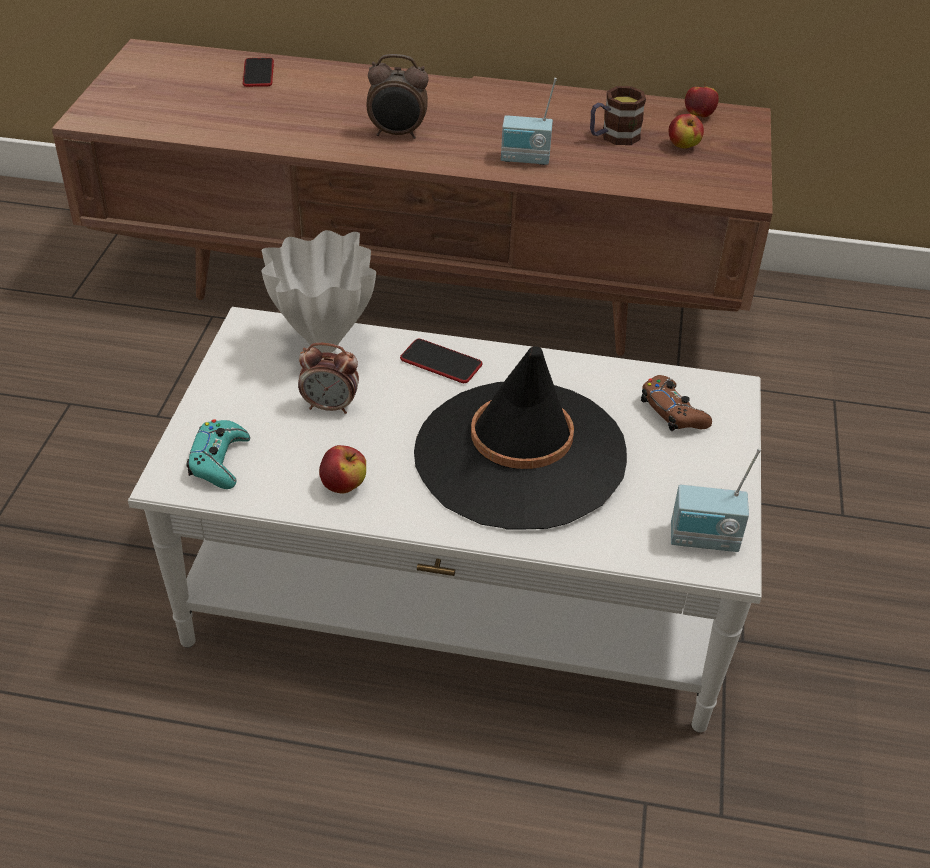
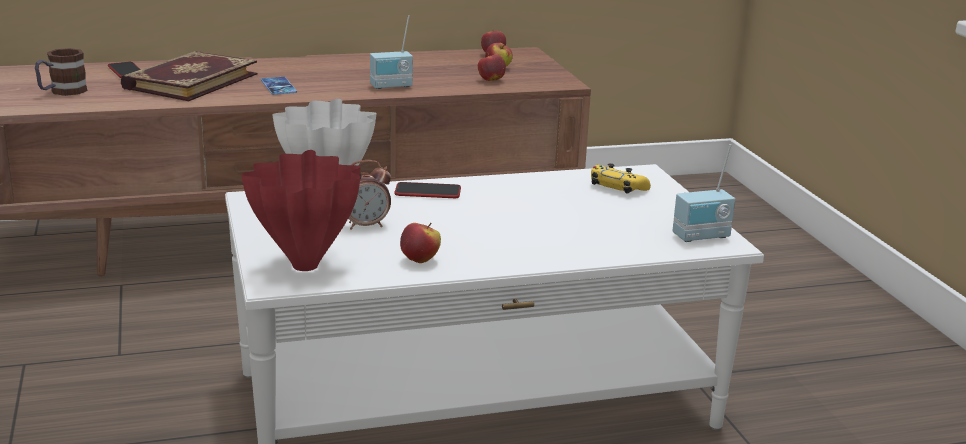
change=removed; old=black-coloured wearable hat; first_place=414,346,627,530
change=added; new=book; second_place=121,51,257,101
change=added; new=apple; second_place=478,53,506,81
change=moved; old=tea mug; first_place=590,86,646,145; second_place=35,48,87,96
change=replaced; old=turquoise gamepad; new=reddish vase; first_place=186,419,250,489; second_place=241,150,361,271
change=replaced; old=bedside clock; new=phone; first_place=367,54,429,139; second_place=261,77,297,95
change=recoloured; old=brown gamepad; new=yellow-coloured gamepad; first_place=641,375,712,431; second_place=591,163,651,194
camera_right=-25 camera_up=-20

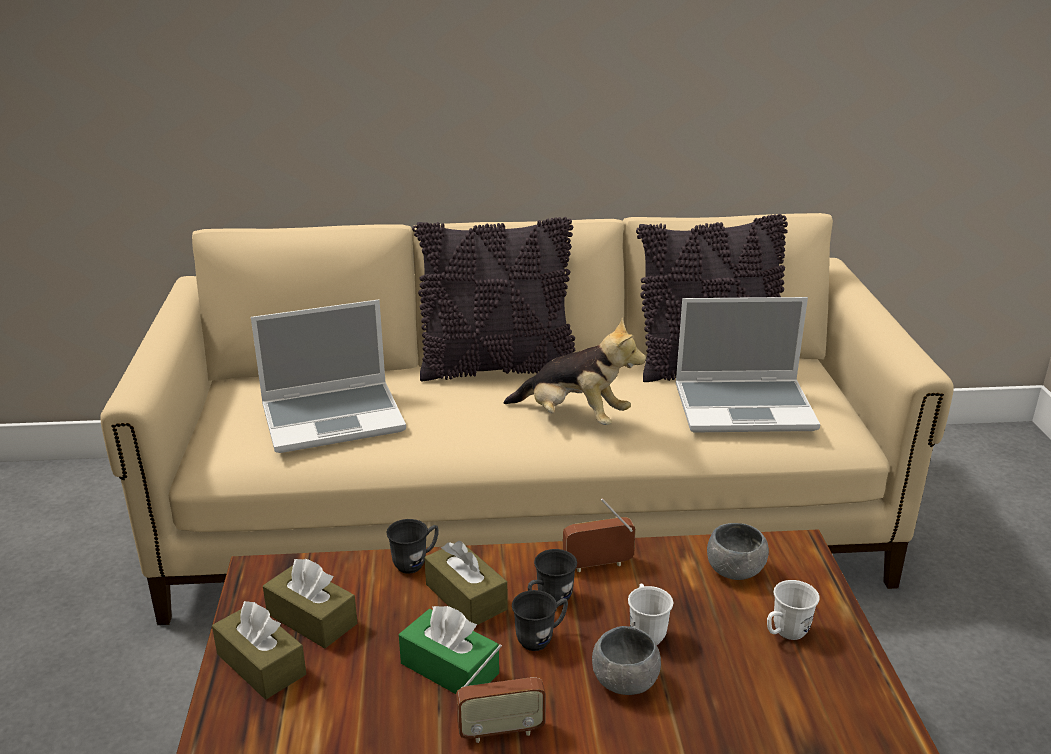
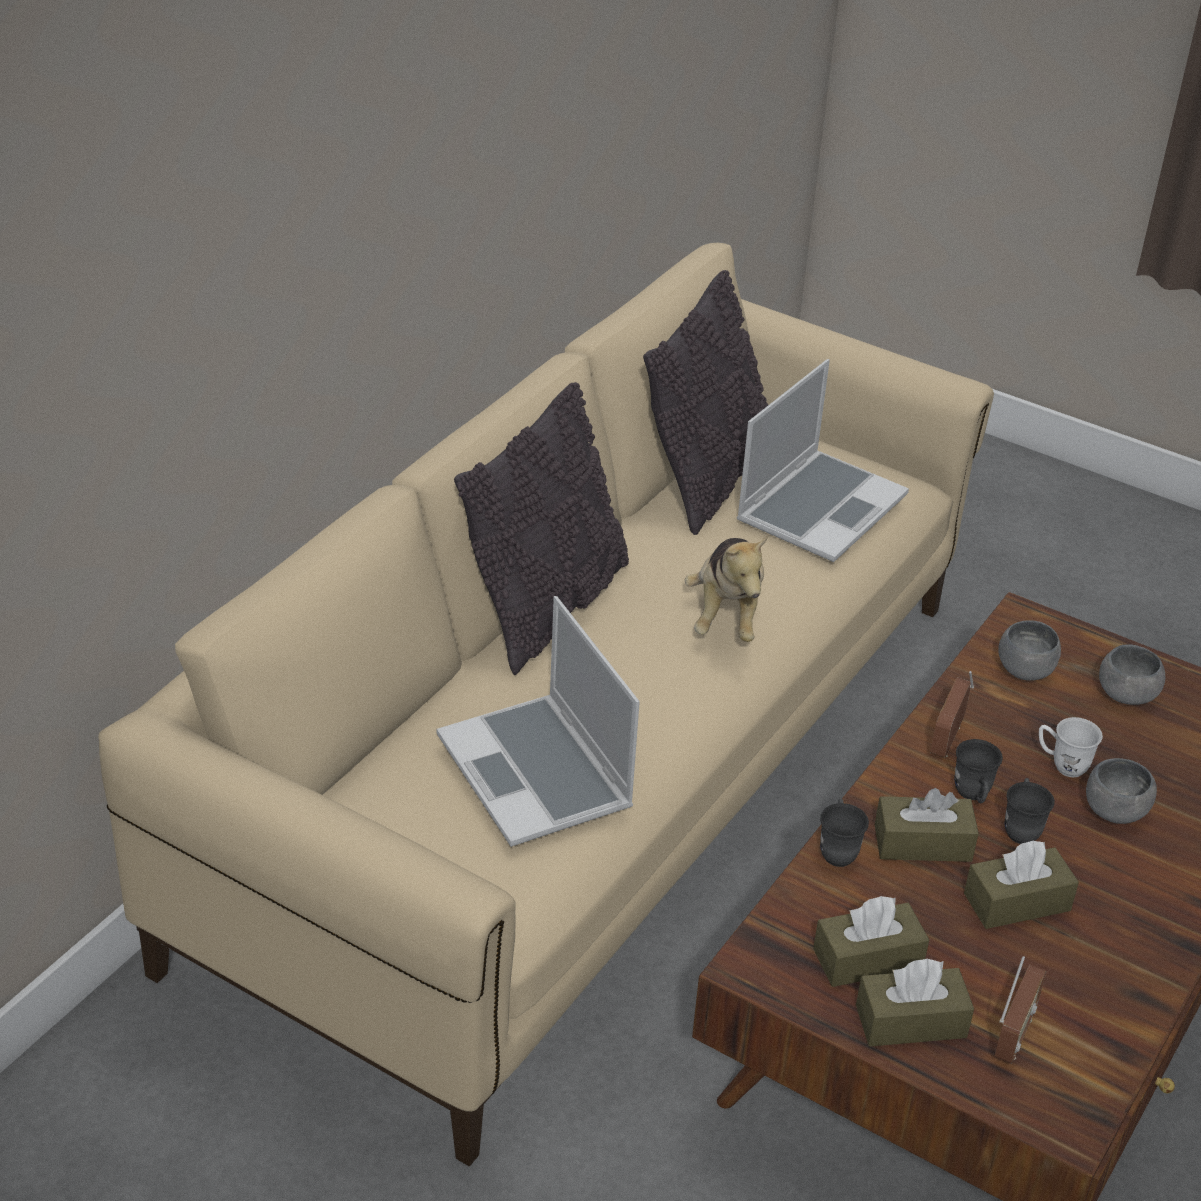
change=moved; old=radio; first_place=456,644,546,743; second_place=995,956,1046,1064
change=replaced; old=white tea mug; new=greyish bowl; first_place=767,580,820,640; second_place=1099,645,1165,705
change=recoloured; old=greenish tissue holder; new=brown tissue holder; first_place=399,606,499,694; second_place=964,841,1079,929
change=turned; old=laptop; first_place=251,299,406,453; second_place=437,596,640,847; degrees=135
change=turned; old=plush toy; first_place=503,318,646,425; second_place=685,535,768,642; degrees=120
camera_right=-55 camera_up=10

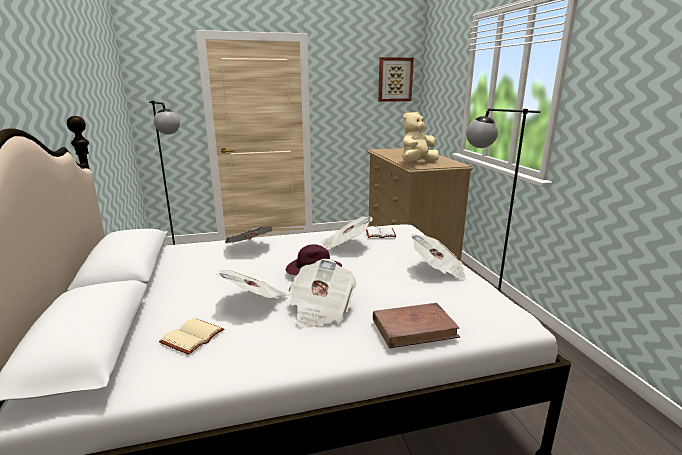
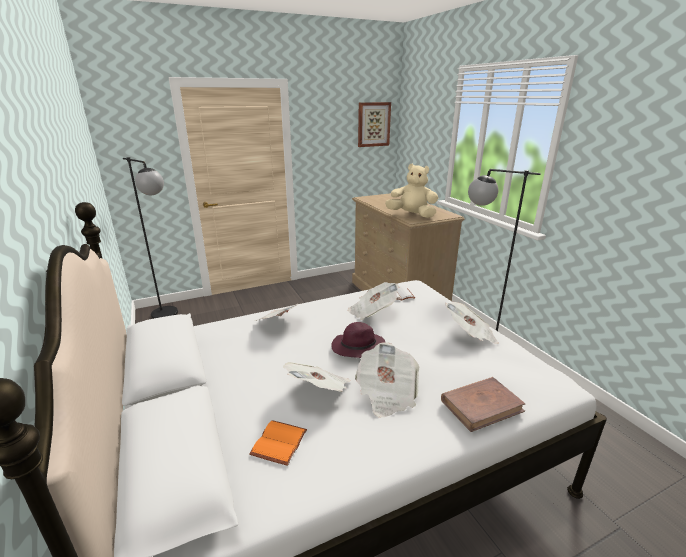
change=recoloured; old=beige book; new=orangey book; first_place=159,318,224,355; second_place=249,420,307,466
change=turned; old=beige plush toy; first_place=403,111,439,162; second_place=385,164,438,218; degrees=75
camera_right=-10 camera_up=5

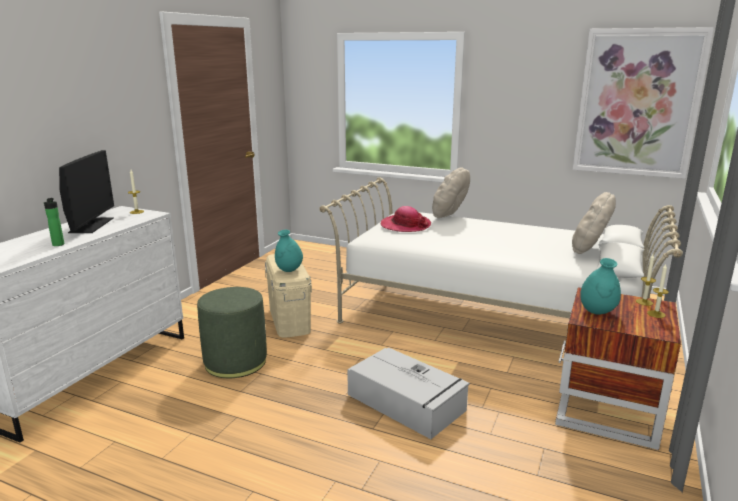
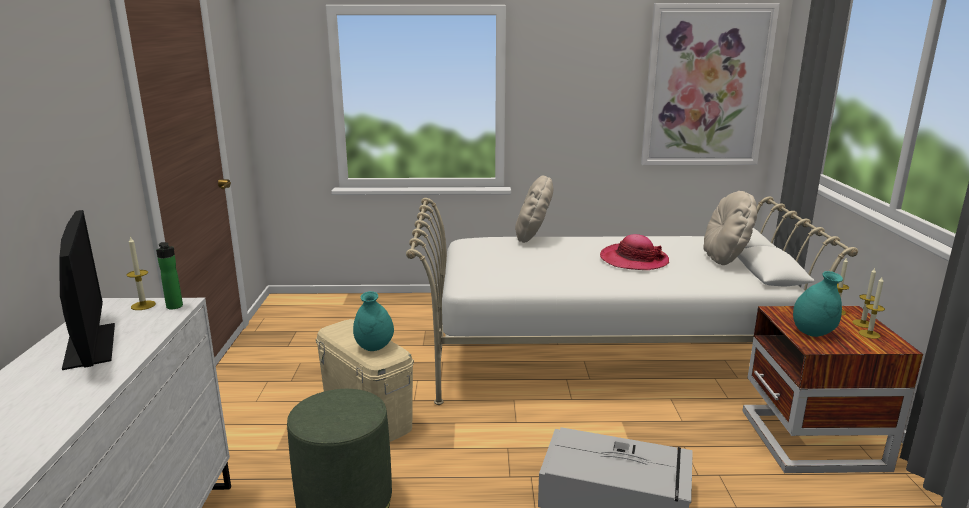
change=added; new=wax light; second_place=859,277,885,339
change=moved; old=beverage bottle; first_place=44,198,64,246; second_place=156,242,183,309
change=moved; old=wearable hat; first_place=381,206,431,232; second_place=600,234,669,270
camera_right=-25 camera_up=0

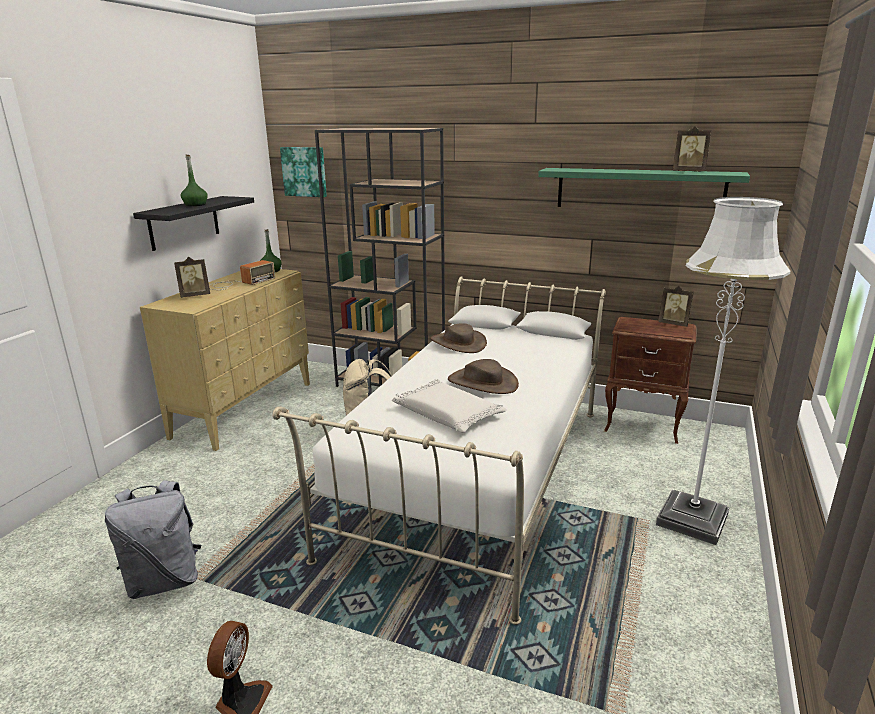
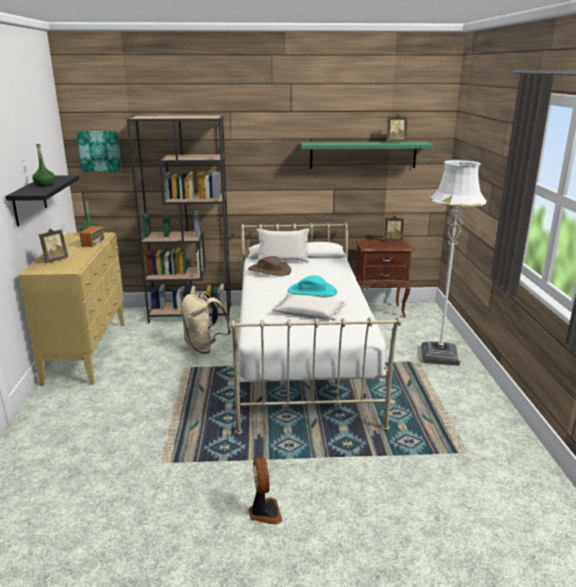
change=removed; old=greyish backpack; first_place=105,480,201,599
change=added; new=white throw pillow; second_place=256,228,309,263
change=recoloured; old=brown wearable hat; new=turquoise wearable hat; first_place=448,359,519,394; second_place=288,275,337,296
camera_right=-25 camera_up=0

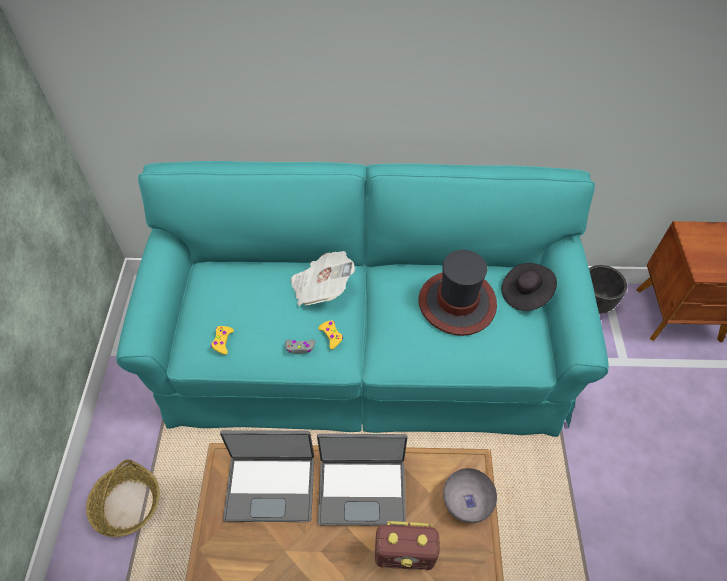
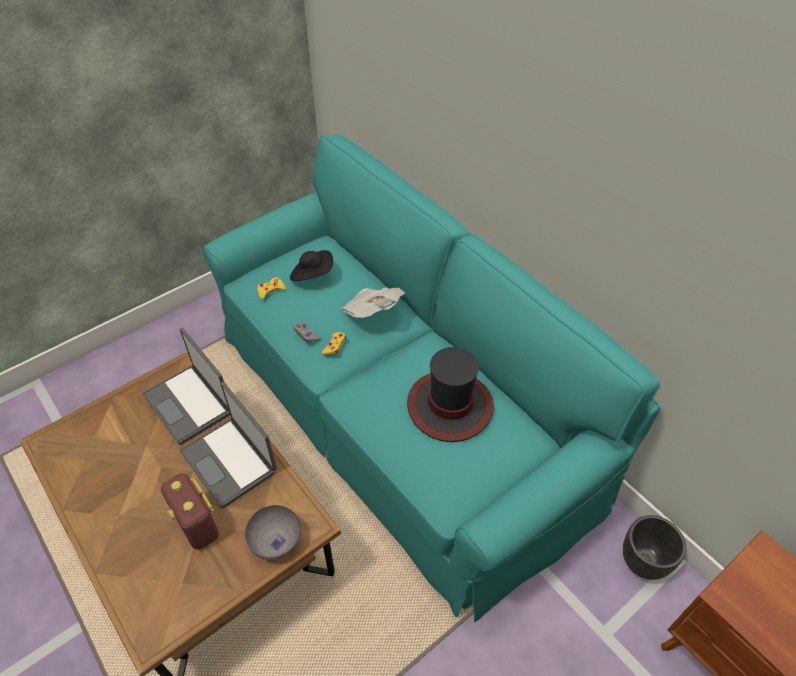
change=removed; old=basket; first_place=86,459,160,537
change=moved; old=black-coloured wearable hat; first_place=501,263,557,311; second_place=290,250,333,281
camera_right=50 camera_up=-5

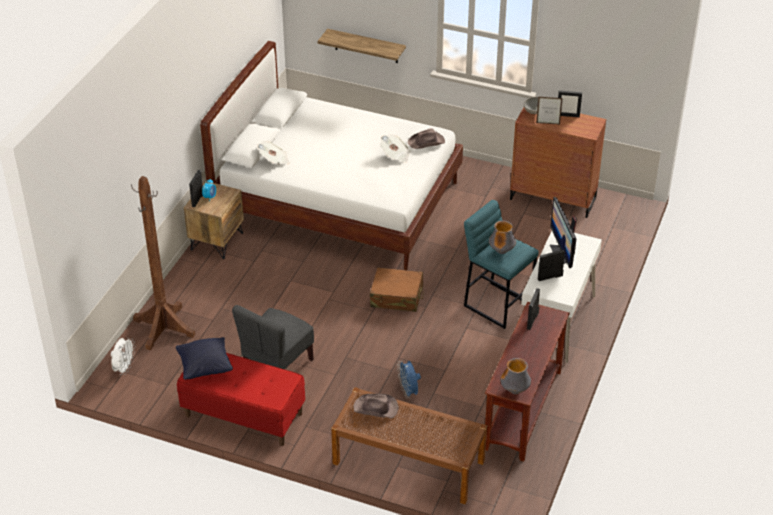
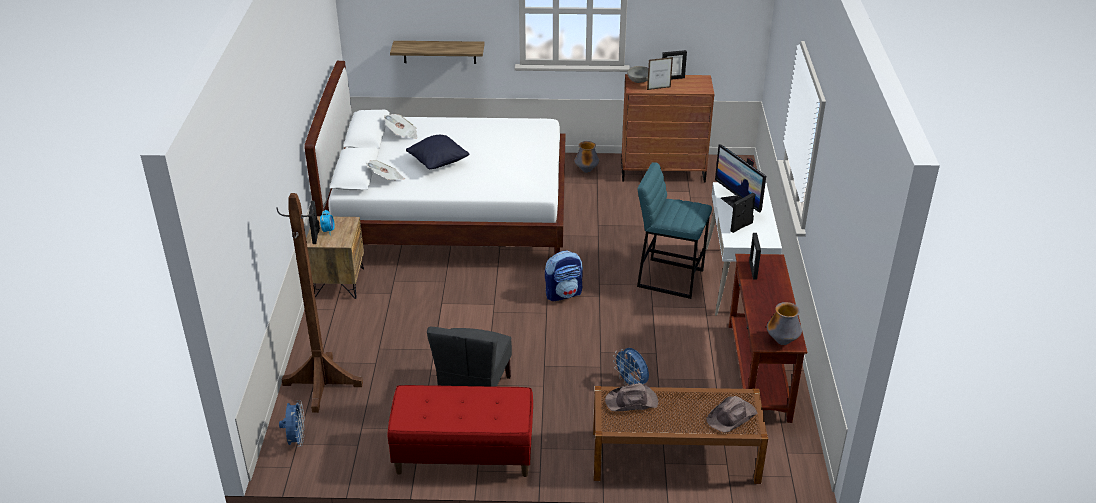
change=moved; old=black-coloured throw pillow; first_place=176,337,233,380; second_place=406,135,469,169
change=moved; old=printed paper; first_place=380,134,410,163; second_place=384,114,417,139
change=moved; old=brown wearable hat; first_place=408,128,445,149; second_place=706,396,758,433
change=moved; old=vase; first_place=489,220,516,254; second_place=574,141,599,173
change=replaced; old=brown travel case; new=backpack; first_place=370,267,424,312; second_place=545,251,583,301
change=recoloured; old=white fan; new=bluish fan; first_place=111,338,135,375; second_place=279,400,305,447
camera_right=-20 camera_up=-5

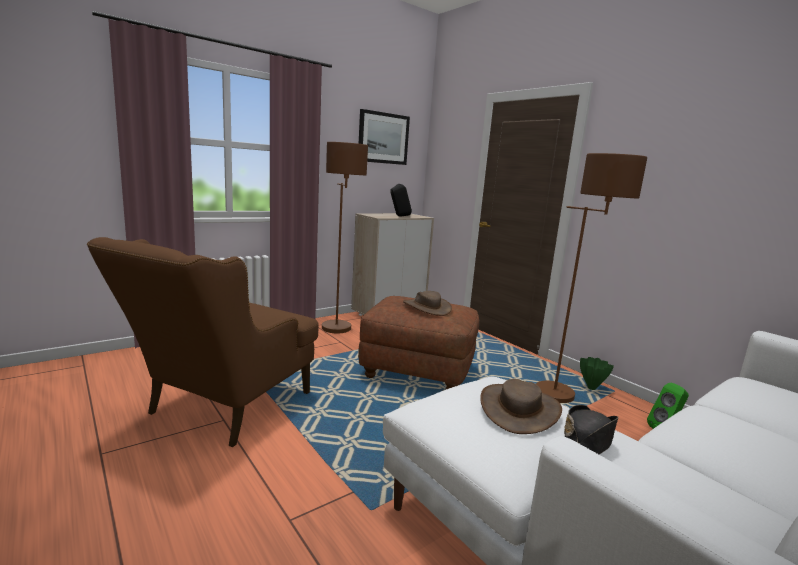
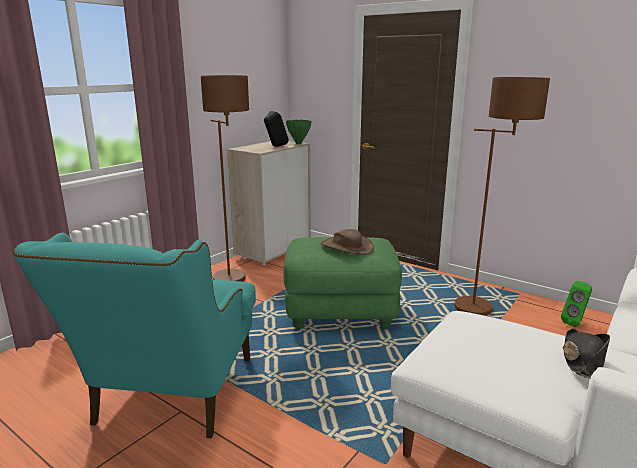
change=removed; old=wall art; first_place=359,109,410,165
change=removed; old=brown wearable hat; first_place=480,379,562,434
change=moved; old=greenish vase; first_place=580,357,614,390; second_place=286,120,311,144
change=recoloured; old=brown easy chair; new=turquoise easy chair; first_place=87,237,318,447; second_place=13,233,256,438
change=recoloured; old=brown ottoman; new=greenish ottoman; first_place=358,296,479,389; second_place=283,237,402,329
camera_right=-15 camera_up=5

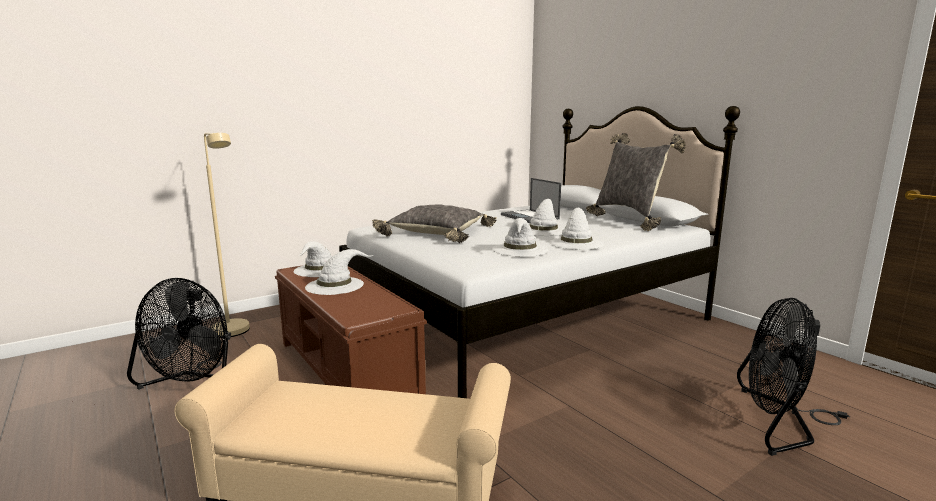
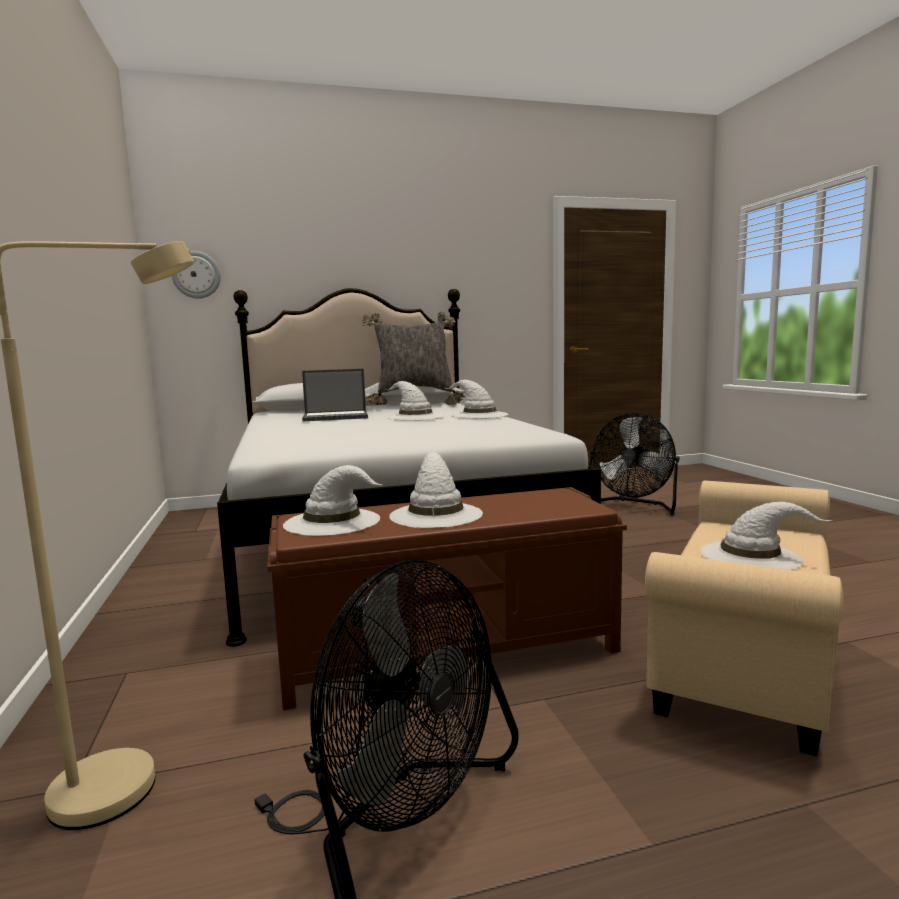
change=removed; old=throw pillow; first_place=372,204,497,243
change=added; new=hanging clock; second_place=171,251,221,299
change=moved; old=white wearable hat; first_place=492,218,548,257; second_place=700,502,832,570
camera_right=-70 camera_up=-5

